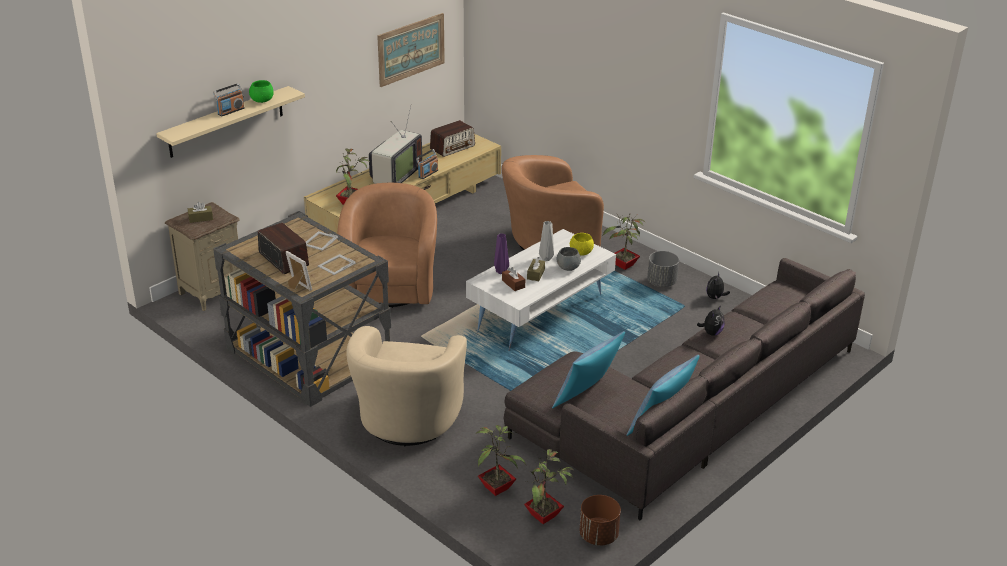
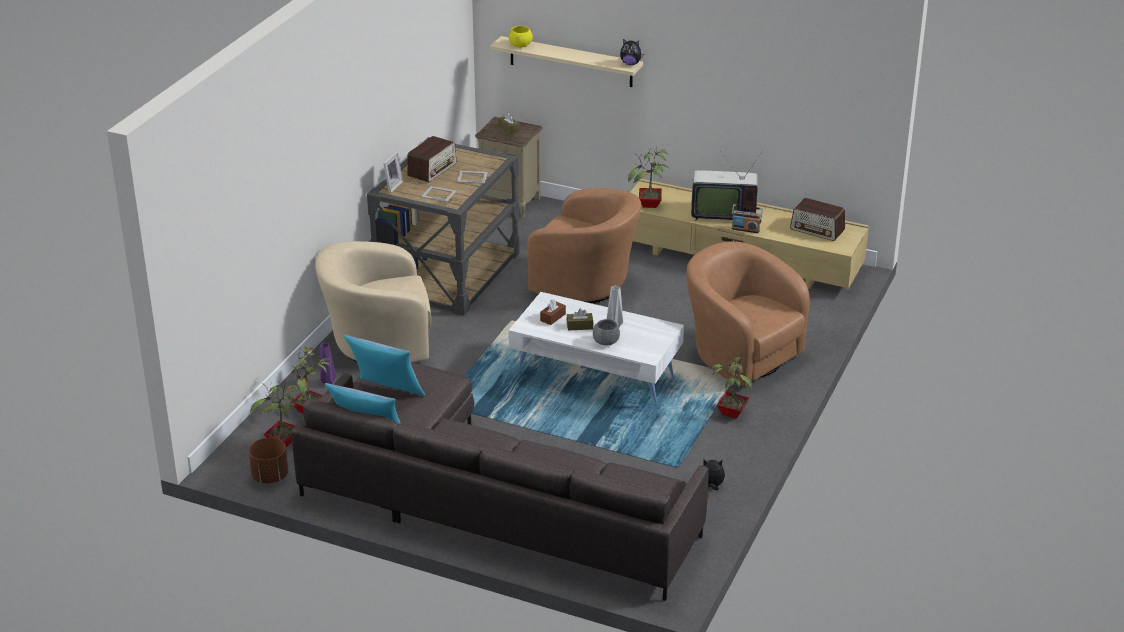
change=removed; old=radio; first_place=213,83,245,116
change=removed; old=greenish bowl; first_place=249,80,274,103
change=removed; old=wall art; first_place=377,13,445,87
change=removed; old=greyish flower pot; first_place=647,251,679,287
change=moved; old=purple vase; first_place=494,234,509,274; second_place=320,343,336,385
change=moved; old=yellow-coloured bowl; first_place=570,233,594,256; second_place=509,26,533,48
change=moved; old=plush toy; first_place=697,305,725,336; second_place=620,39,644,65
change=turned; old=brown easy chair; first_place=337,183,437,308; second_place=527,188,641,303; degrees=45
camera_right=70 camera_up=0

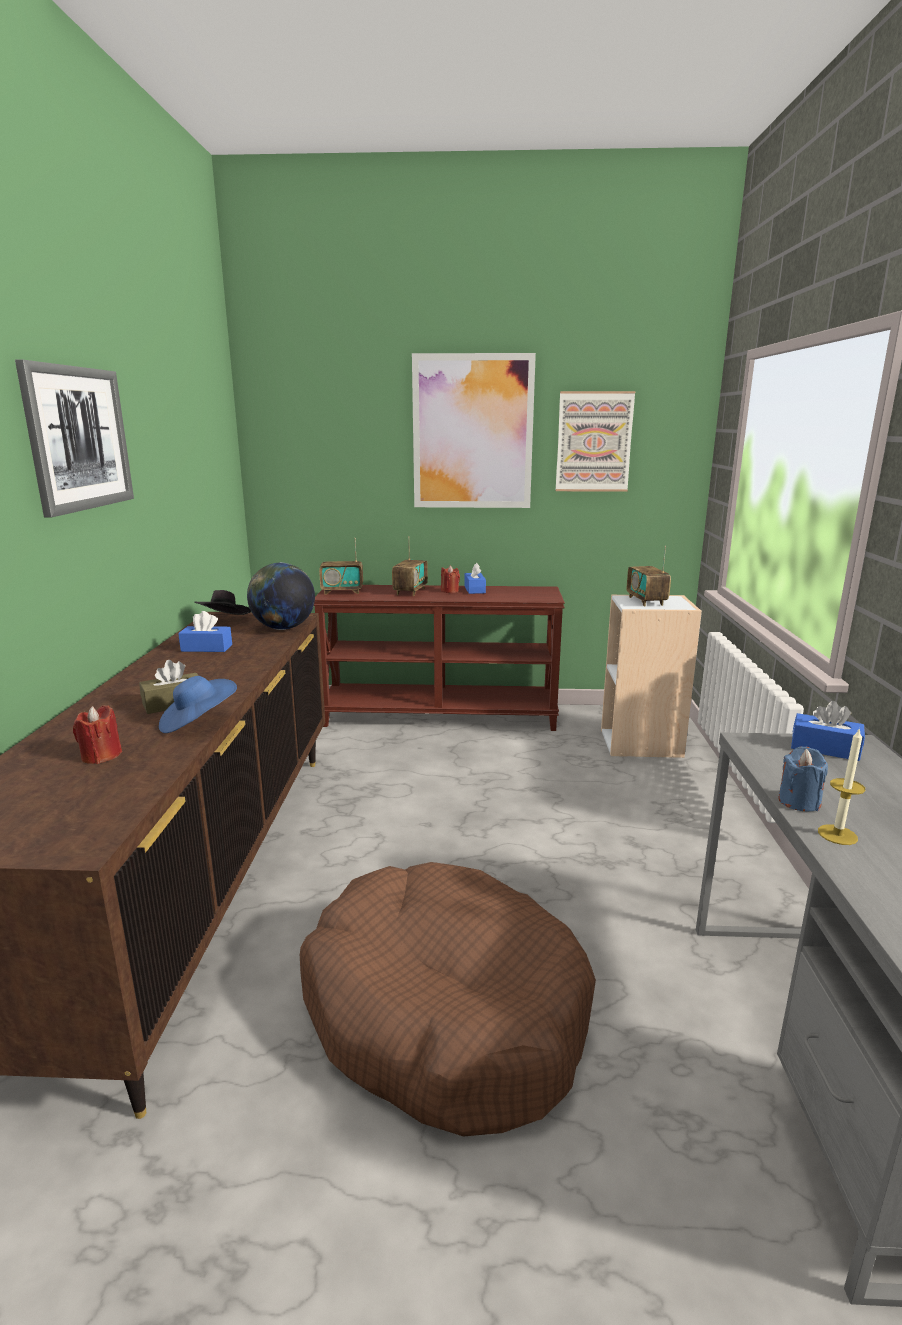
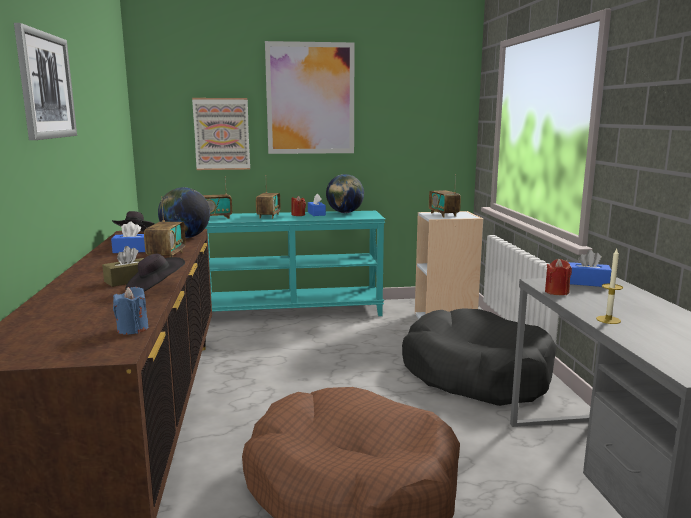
change=added; new=radio; second_place=144,196,186,257
change=added; new=globe; second_place=326,174,364,213
change=added; new=black-coloured dog bed; second_place=402,308,557,406
change=moved; old=reddish wax light; first_place=73,705,122,764; second_place=545,259,572,295
change=moved; old=wall art; first_place=556,391,635,492; second_place=192,98,250,170
change=moved; old=bluish wax light; first_place=778,747,828,812; second_place=113,287,148,334
change=recoloured; old=bluish wearable hat; new=black-coloured wearable hat; first_place=159,676,237,733; second_place=125,254,185,292
change=recoloured; old=brown hall table; new=turquoise hall table; first_place=314,585,565,731; second_place=205,211,385,316
camera_right=-10 camera_up=-5

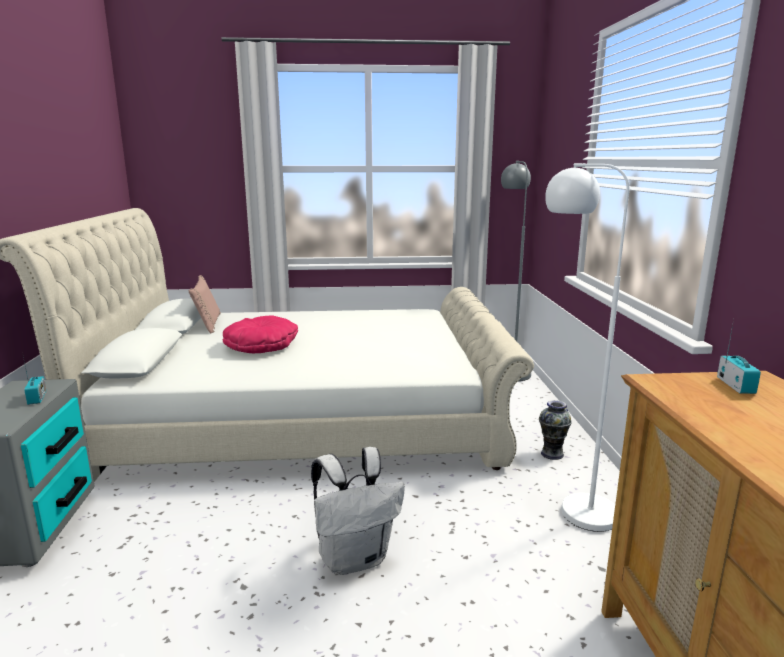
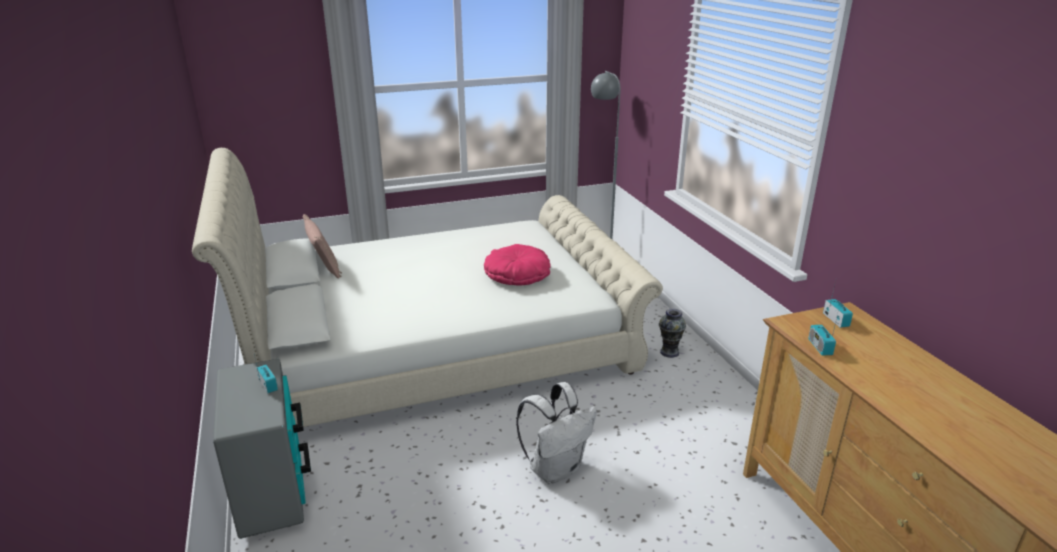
change=removed; old=white standing lamp; first_place=545,163,629,532
change=added; new=radio; second_place=808,309,839,355
change=moved; old=pinkish throw pillow; first_place=223,315,298,353; second_place=484,244,551,286
camera_right=-15 camera_up=10

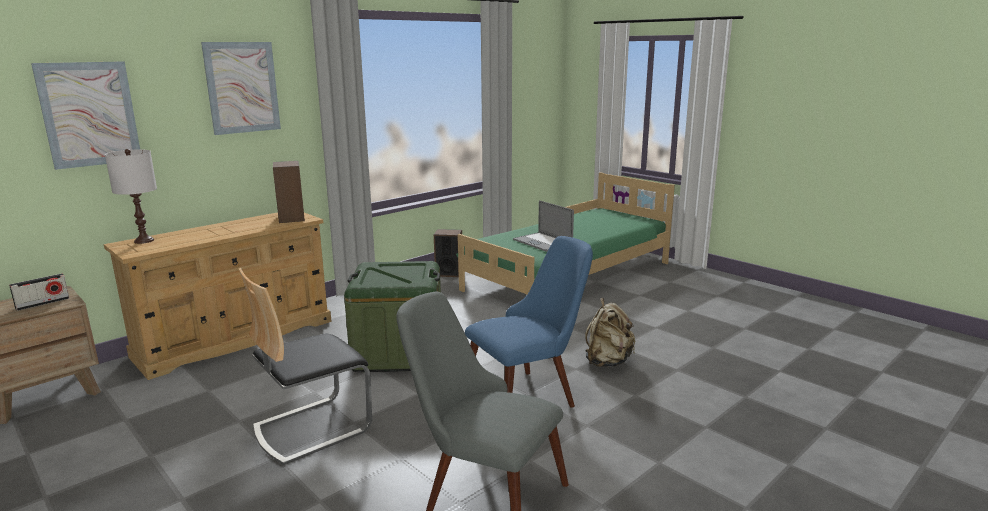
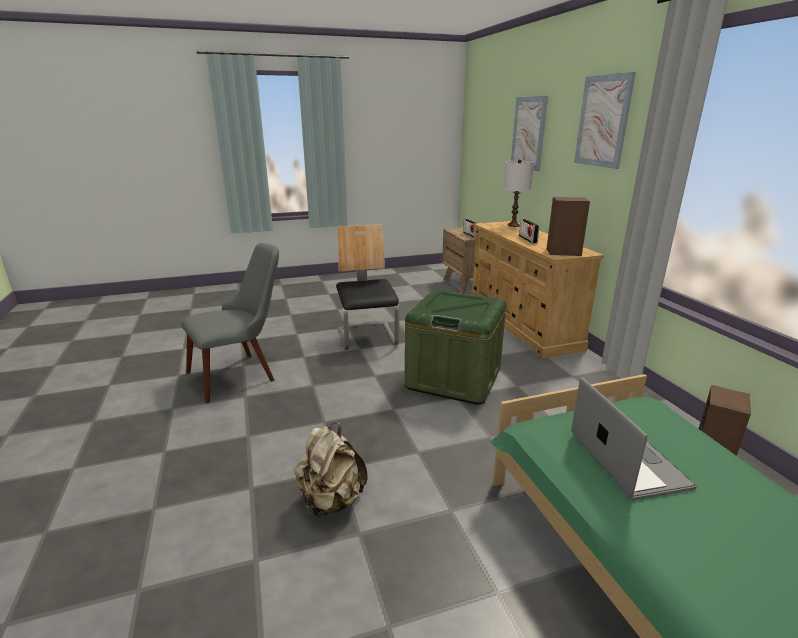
change=removed; old=bluish plain chair; first_place=465,236,593,408
change=added; new=radio; second_place=519,219,539,243
change=turned; old=laptop; first_place=513,200,574,252; second_place=571,377,697,501; degrees=90
camera_right=115 camera_up=5

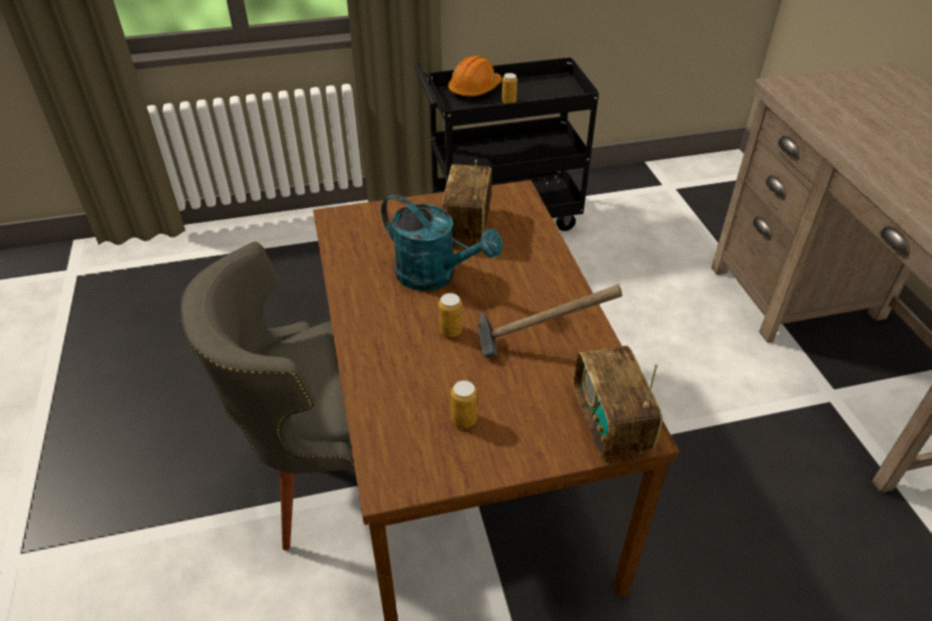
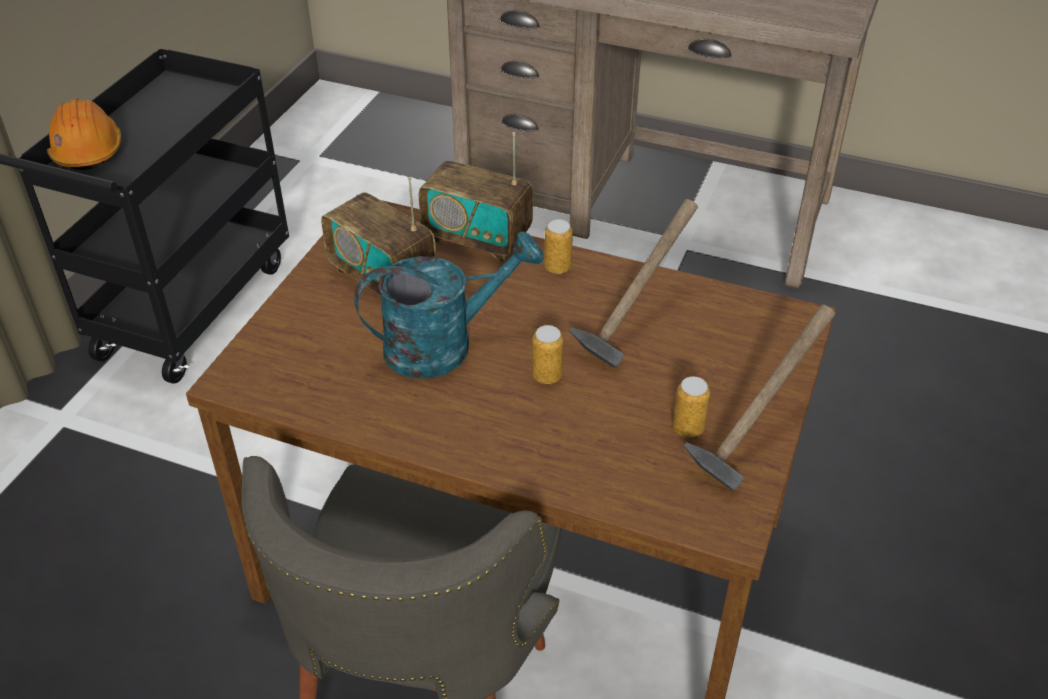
change=added; new=hand hammer; second_place=684,304,835,490
change=moved; old=metal can; first_place=502,73,517,103; second_place=544,219,573,274
change=moved; old=radio; first_place=574,346,663,460; second_place=418,132,533,263
camera_right=-55 camera_up=0

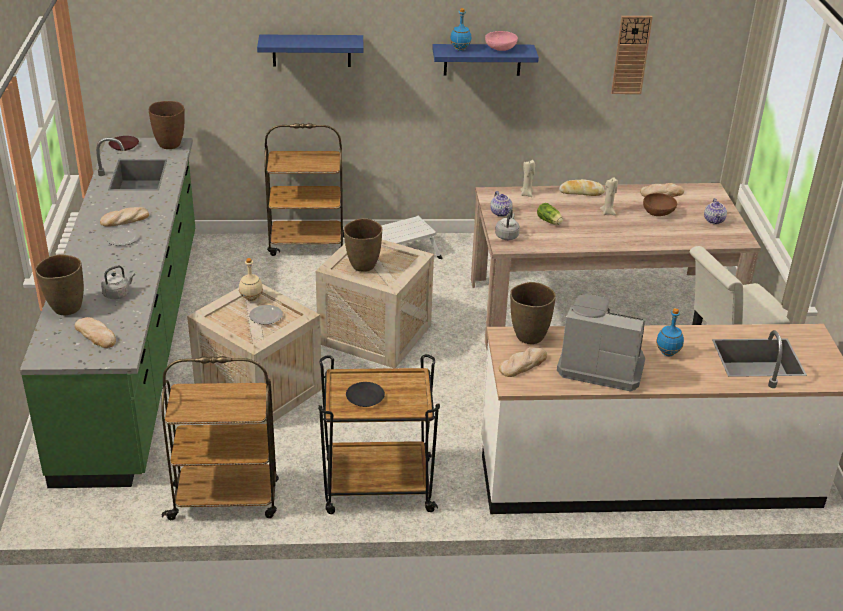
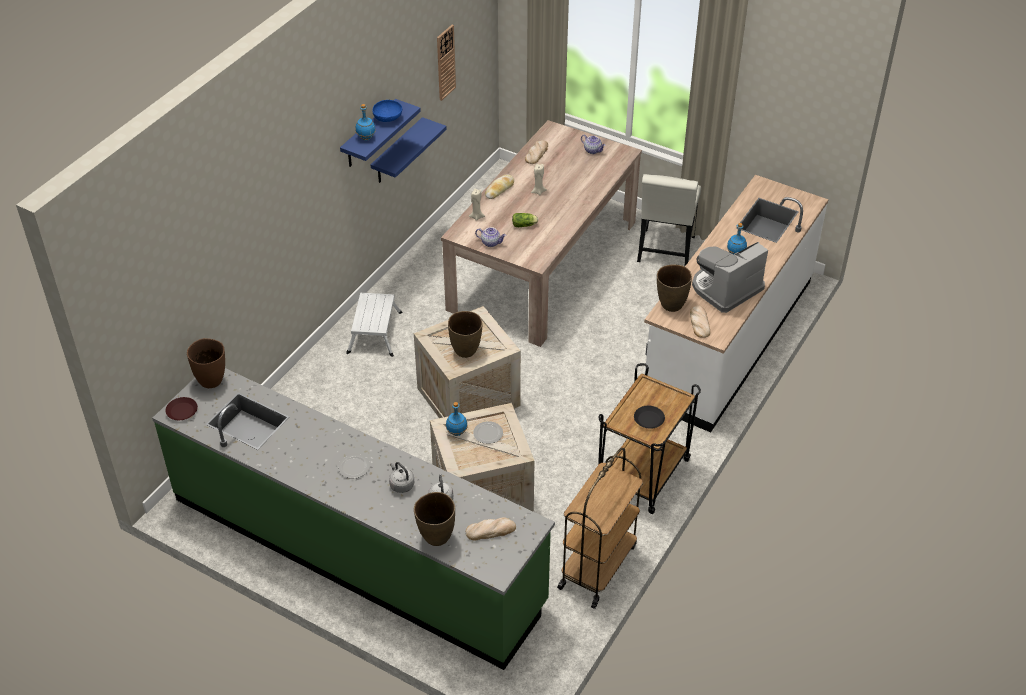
change=removed; old=bread; first_place=100,207,149,227
change=removed; old=brown cart; first_place=264,123,344,256
change=removed; old=brown bowl; first_place=643,193,677,216
change=moved; old=bluish bracket shelf; first_place=257,35,364,67; second_place=370,117,447,183
change=moved; old=greyish tea kettle; first_place=495,209,520,240; second_place=389,462,414,493
change=recoloured; old=beige beverage bottle; new=bluish beverage bottle; first_place=239,258,263,302; second_place=446,402,468,436
change=recoloured; old=pinkish bowl; new=bluish bowl; first_place=485,31,518,51; second_place=372,100,402,122
camera_right=-55 camera_up=10

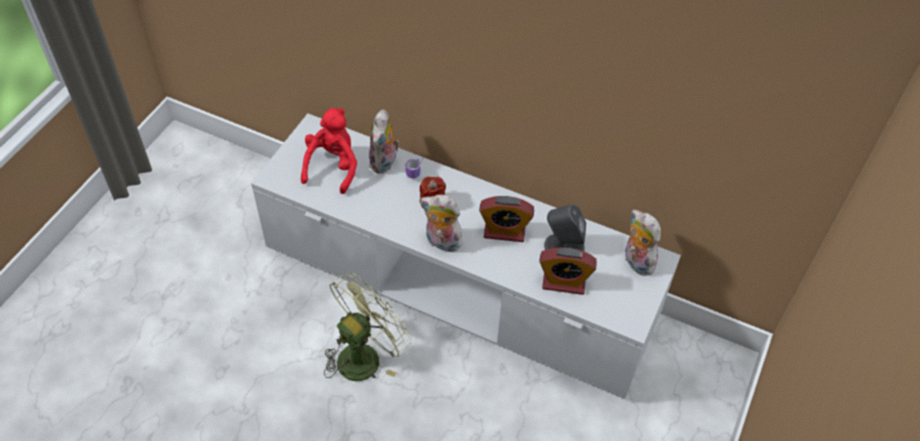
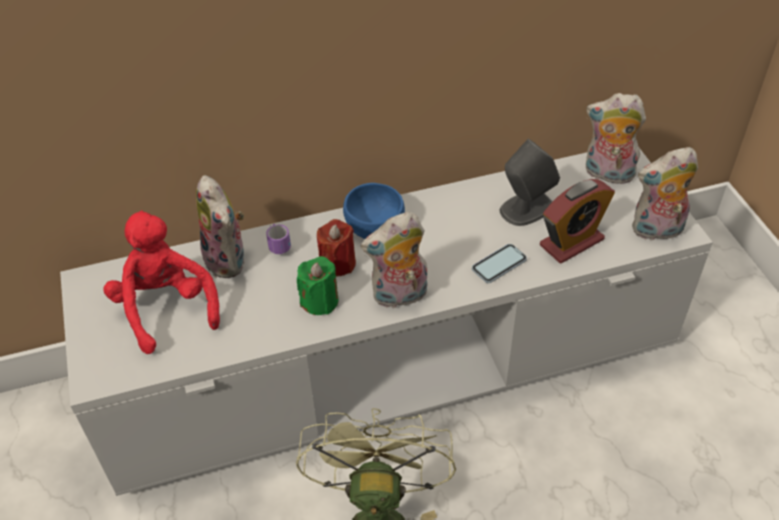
change=removed; old=bedside clock; first_place=479,196,534,242
change=added; new=greenish wax light; second_place=297,256,339,315
change=added; new=bluish bowl; second_place=343,183,405,239
change=added; new=phone; second_place=472,244,527,283
change=added; new=plush toy; second_place=632,147,698,242
camera_right=-40 camera_up=-5

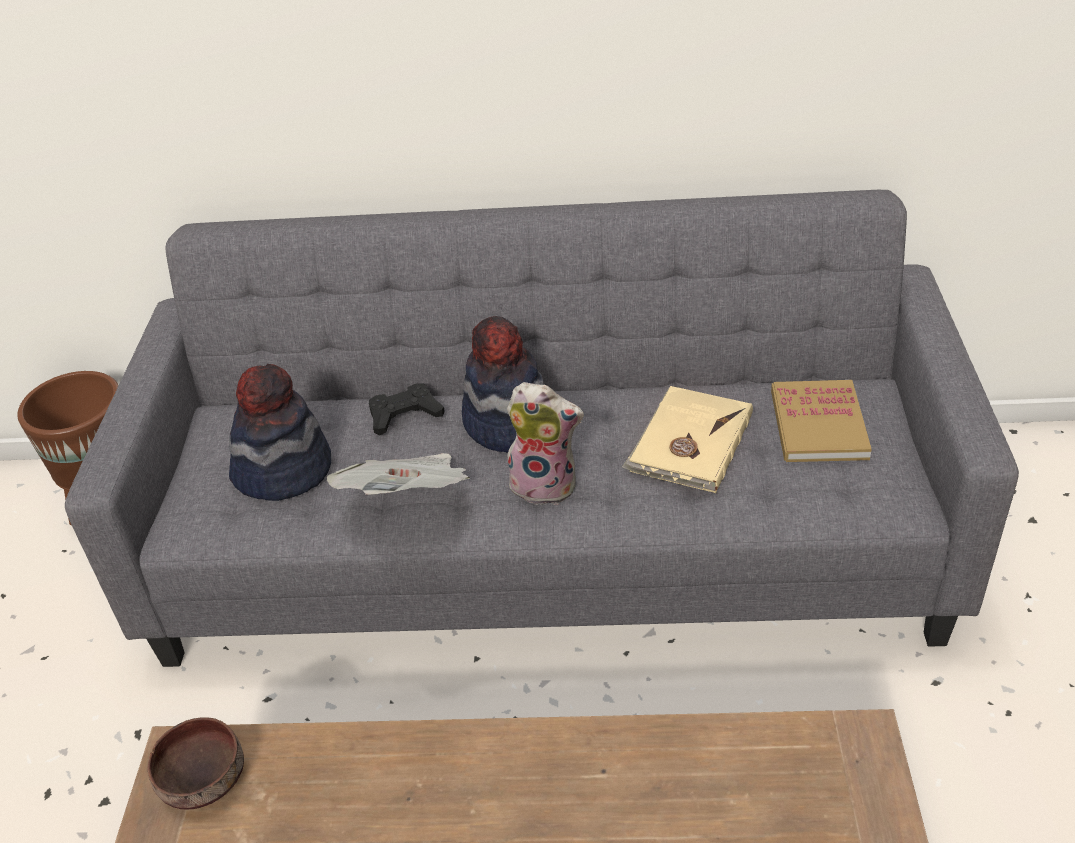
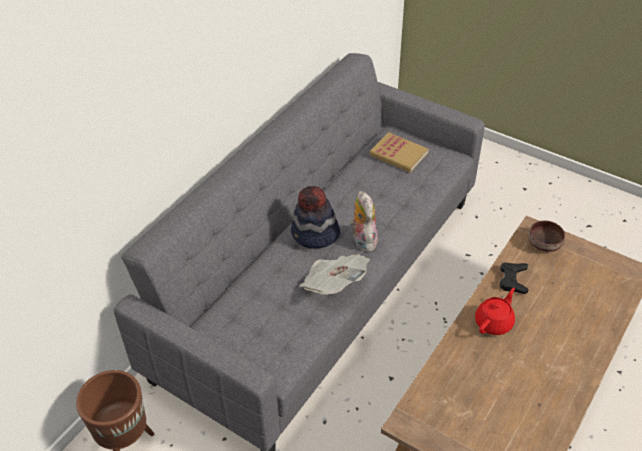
change=removed; old=wearable hat; first_place=229,364,331,501
change=removed; old=beige book; first_place=622,386,753,493
change=added; new=reddish pot for tea; second_place=475,288,515,335
change=moved; old=brown bowl; first_place=147,718,244,809; second_place=528,221,565,252
change=moved; old=black-coloured gamepad; first_place=369,384,445,435; second_place=499,262,529,294
change=turned; old=plush toy; first_place=506,382,584,505; second_place=350,191,378,252; degrees=-60
camera_right=-60 camera_up=5

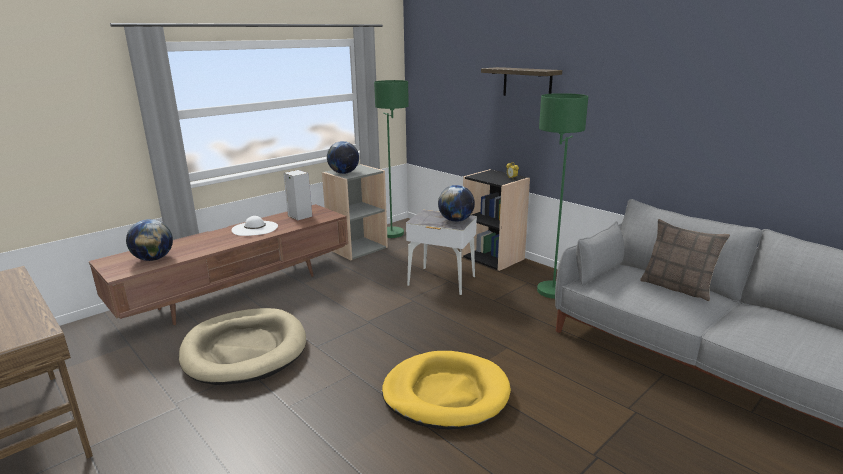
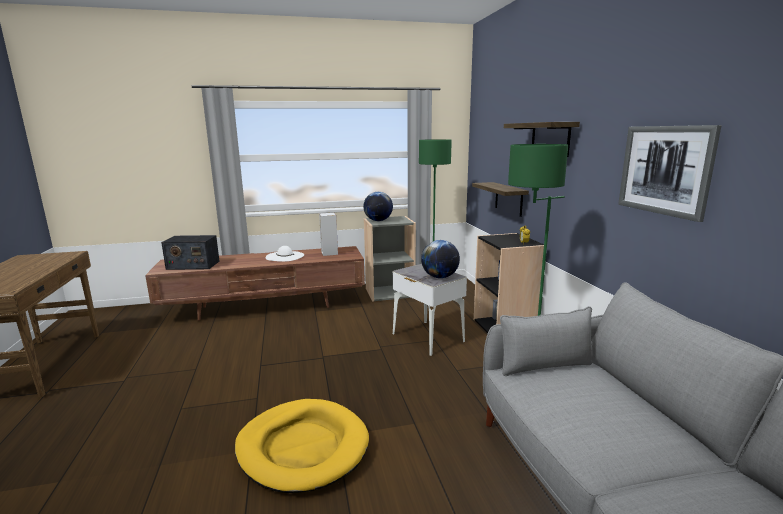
change=removed; old=beige dog bed; first_place=179,308,306,385
change=removed; old=throw pillow; first_place=640,219,730,301
change=added; new=bracket shelf; second_place=472,182,529,217
change=added; new=wall art; second_place=618,125,721,222
change=replaced; old=globe; new=radio; first_place=126,219,173,261; second_place=161,235,219,270
camera_right=30 camera_up=-5

